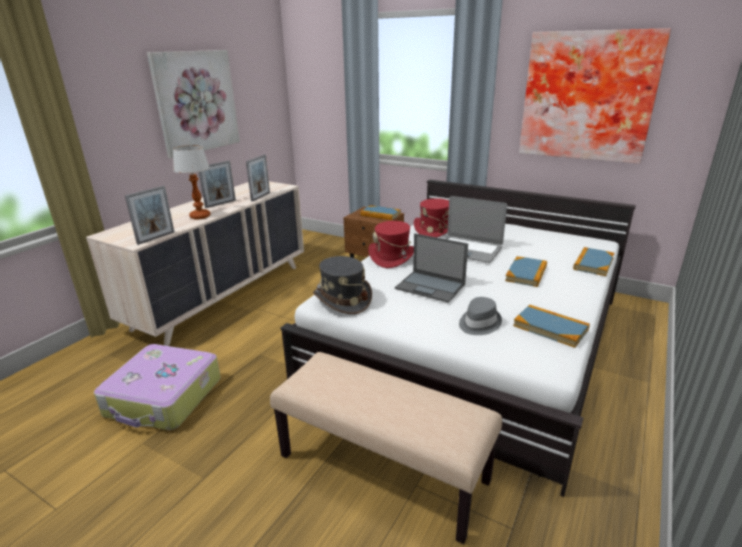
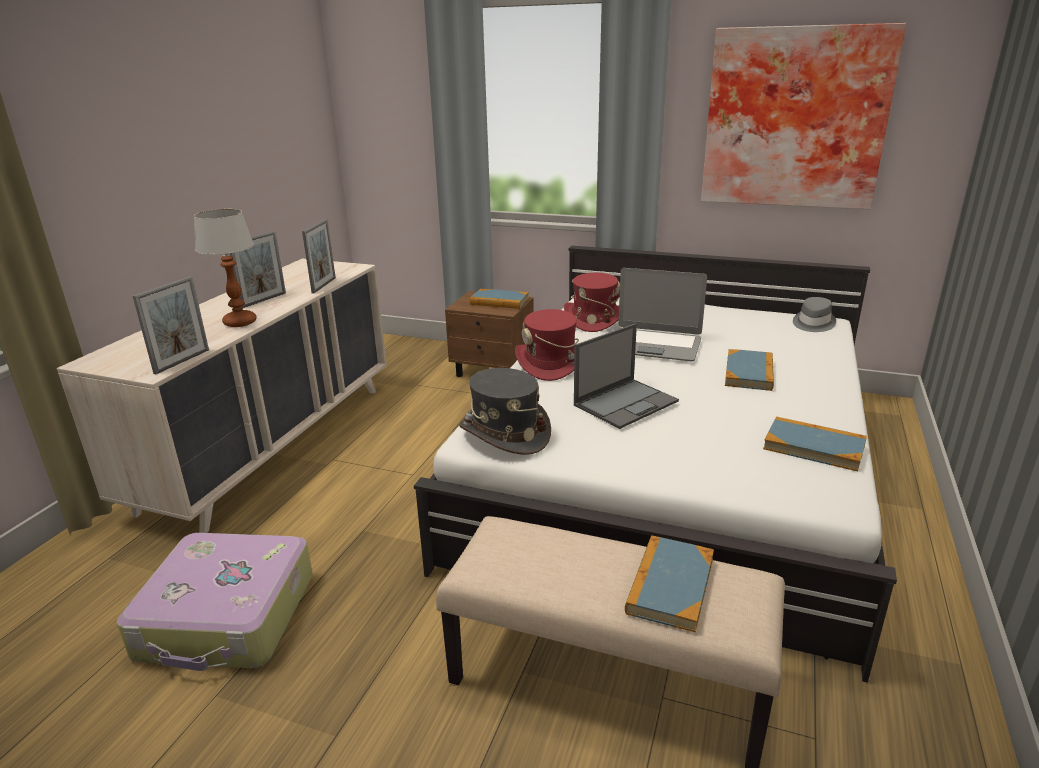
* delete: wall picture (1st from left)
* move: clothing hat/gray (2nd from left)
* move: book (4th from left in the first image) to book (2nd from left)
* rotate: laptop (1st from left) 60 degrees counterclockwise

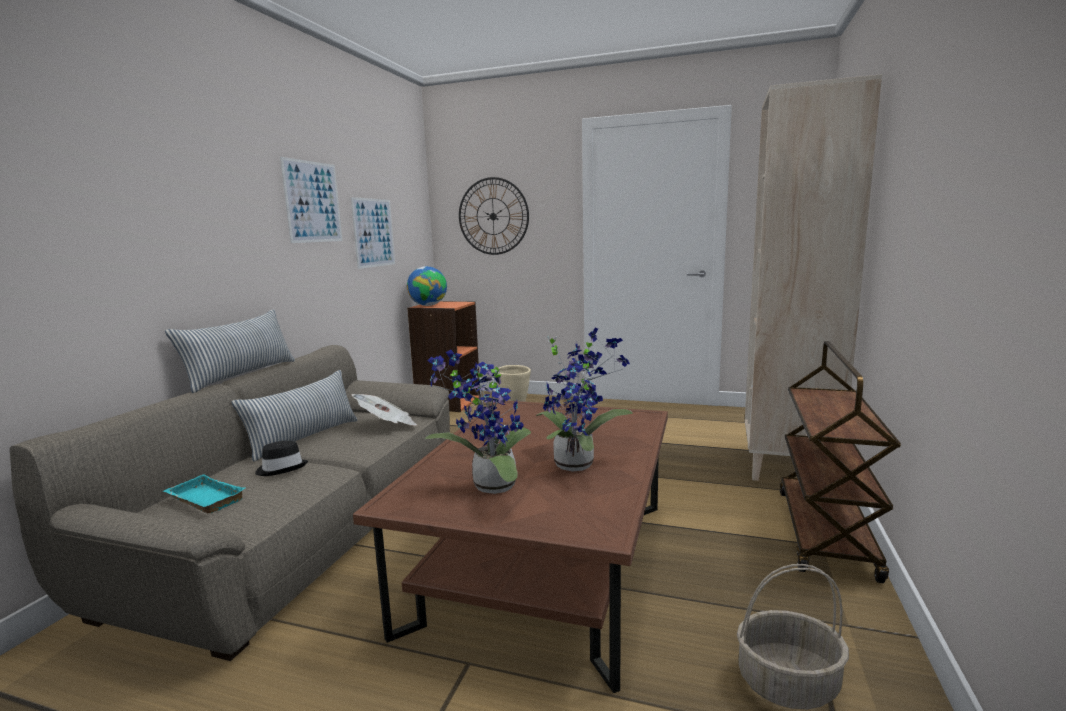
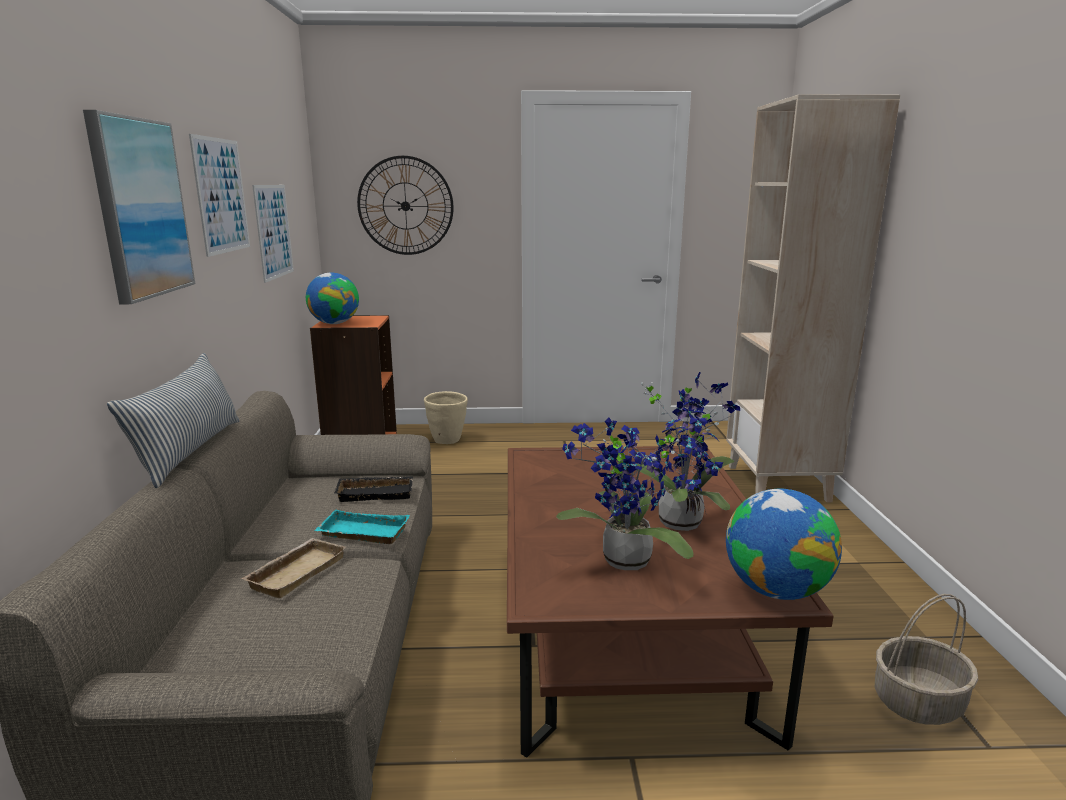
* delete: pillow (2nd from left)
* delete: wheeled cart/brown-coloured
* insert: wall picture (1st from left)
* insert: desk globe (2nd from left)
* move: carrying tray/turquoise-coloured
* replace: clothing hat/black-coloured to carrying tray/beige
* replace: newspaper to carrying tray/black-coloured

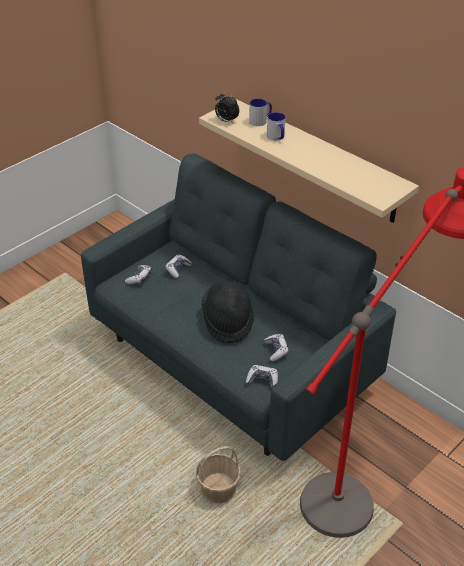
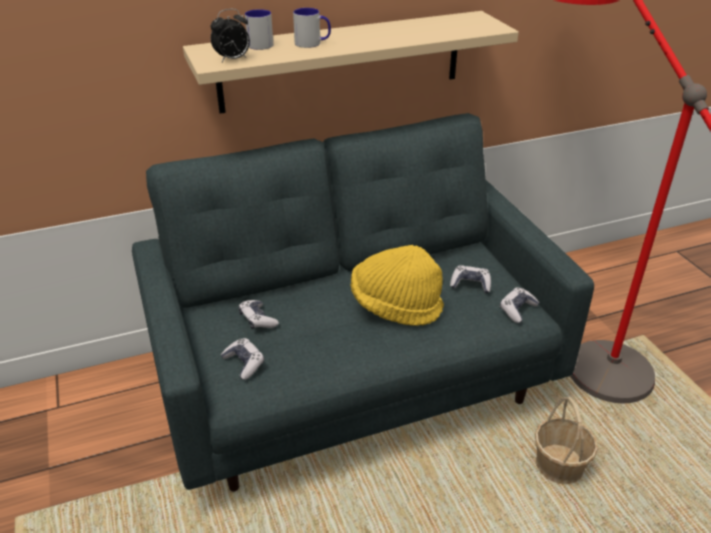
* recolor: clothing hat/black-coloured to clothing hat/yellow-coloured

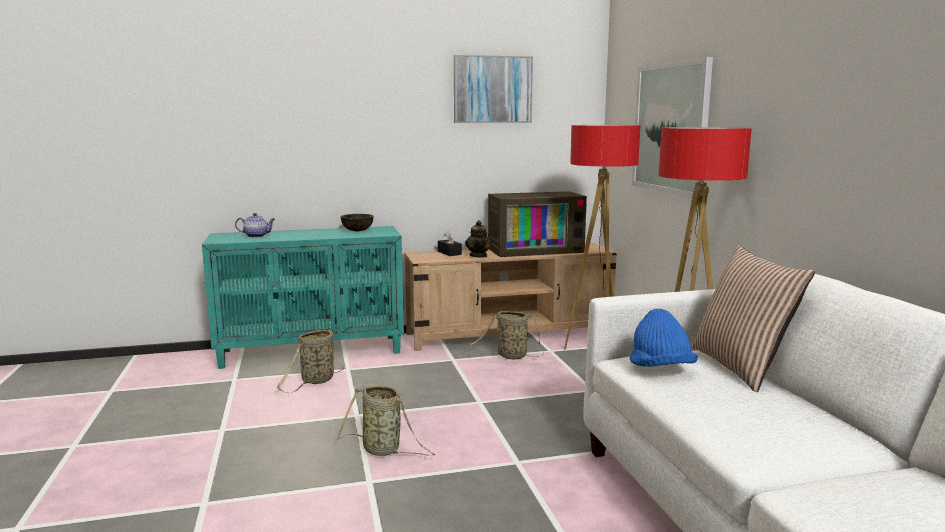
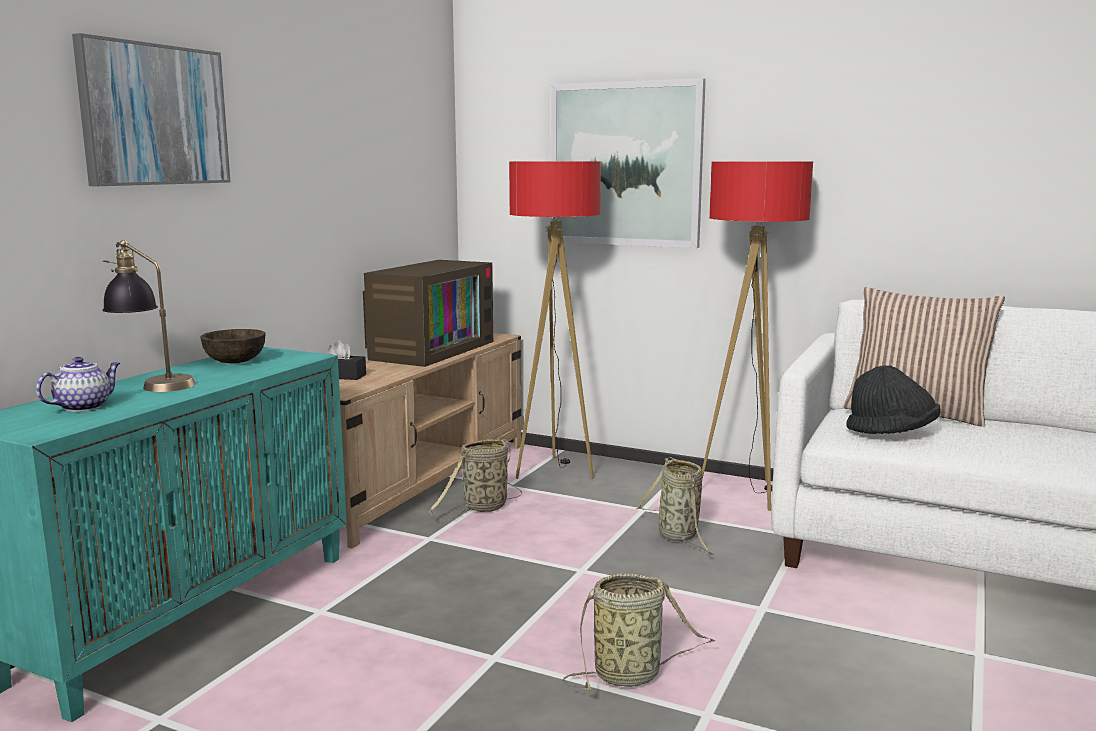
* delete: pot for tea (2nd from left)
* insert: lamp for a table
* move: household basket (1st from left in the first image) to household basket (3rd from left)
* move: wall picture (1st from left)
* recolor: clothing hat/bluish to clothing hat/black-coloured

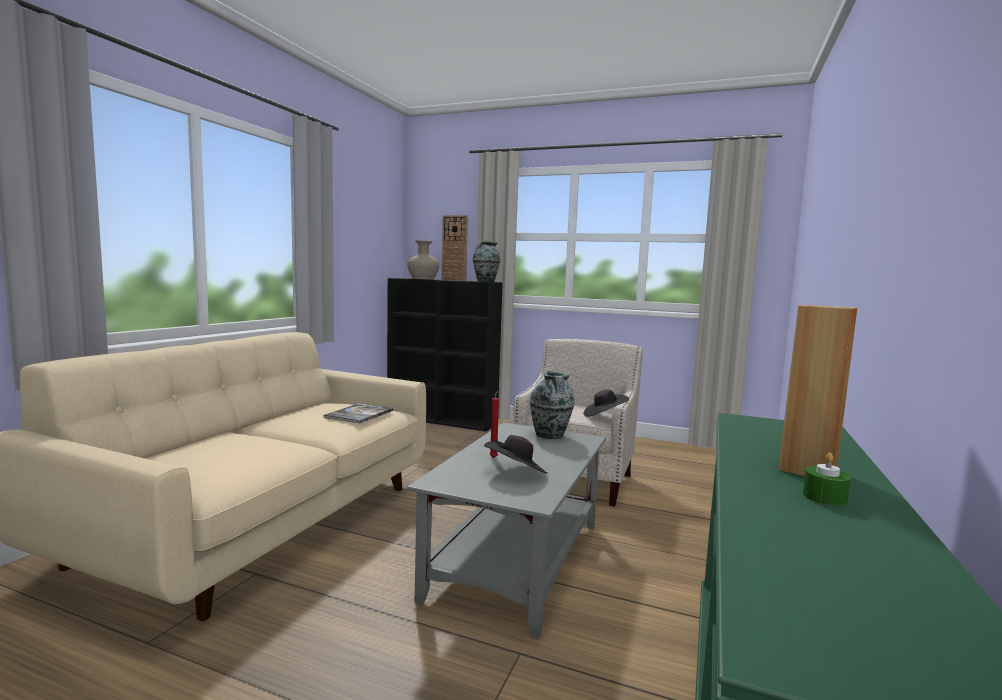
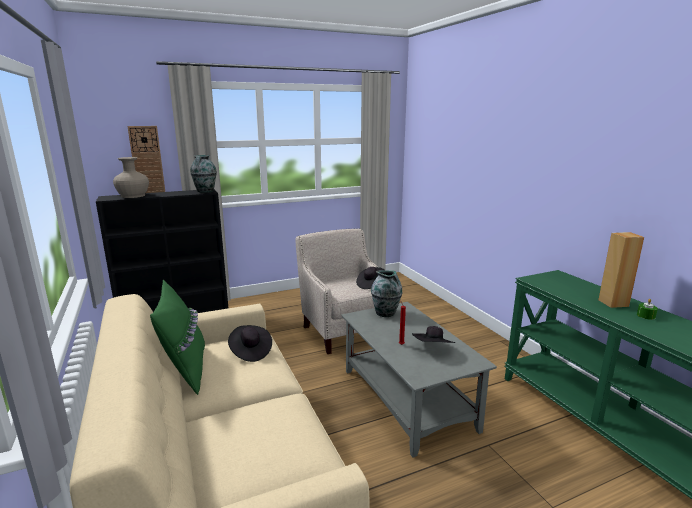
* insert: pillow/green-coloured
* replace: book to clothing hat/black-coloured (1st from left)

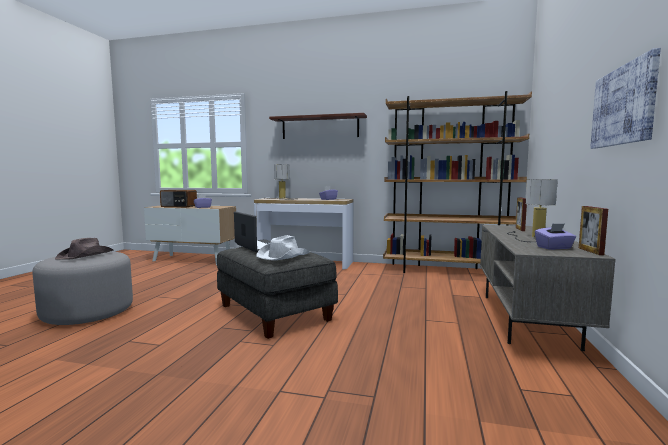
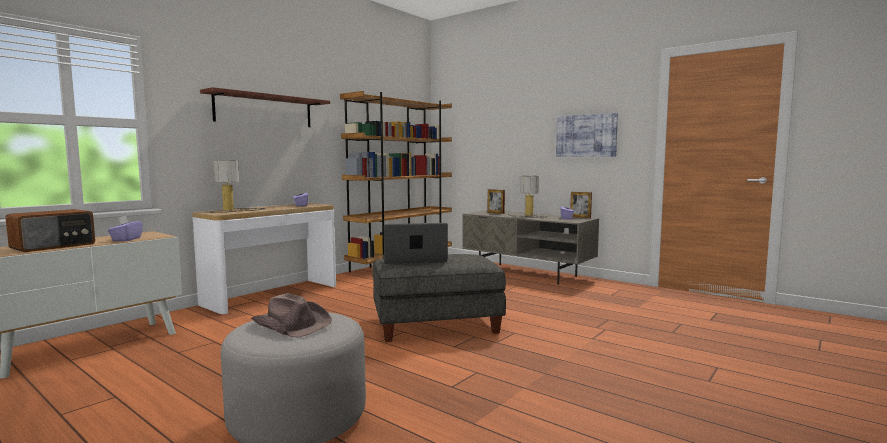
* delete: clothing hat/white

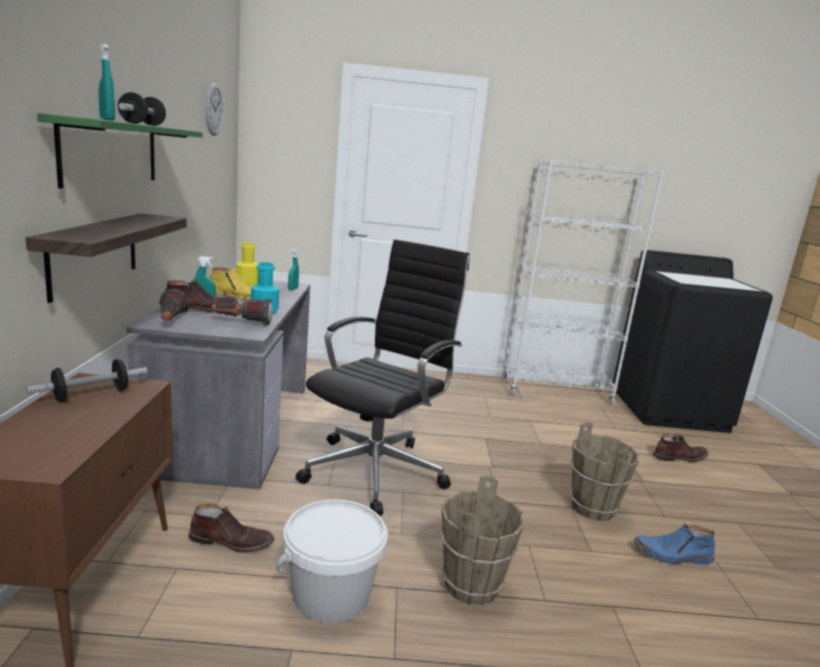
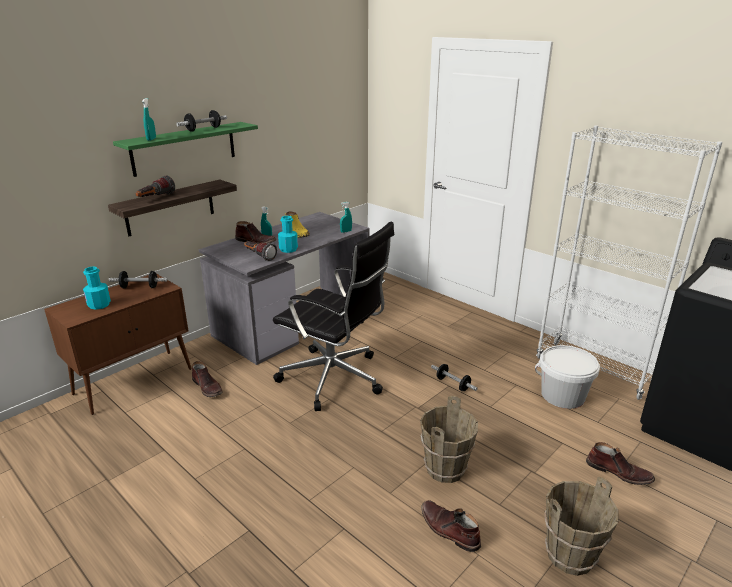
* delete: clock on the wall
* delete: bottle/yellow-coloured
* insert: bottle/turquoise-coloured (1st from left)
* insert: free weight (3rd from left)
* move: flashlight (1st from left)
* move: pail/white
* move: pail/brown-coloured (1st from left in the first image) to pail/brown-coloured (2nd from left)
* recolor: boot/bluish to boot/brown-coloured (3rd from left)
* rotate: office chair/black-coloured 45 degrees clockwise

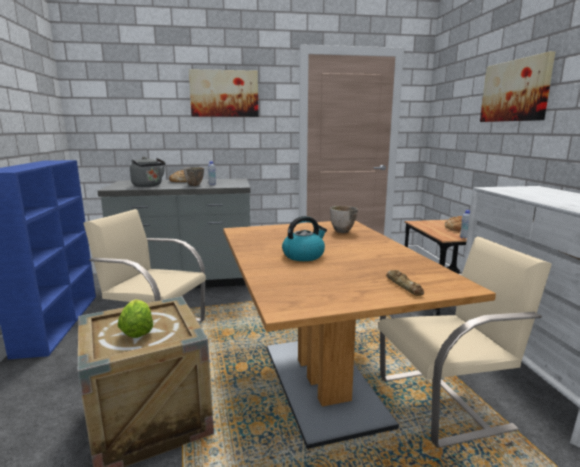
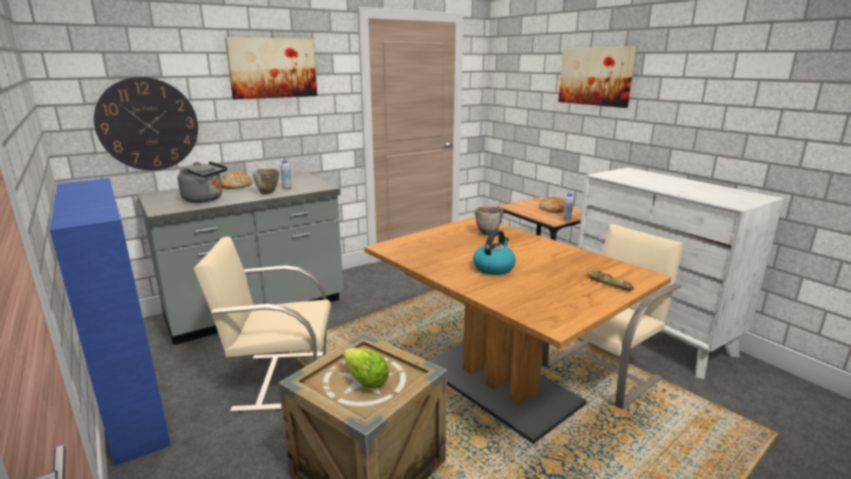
* insert: clock on the wall

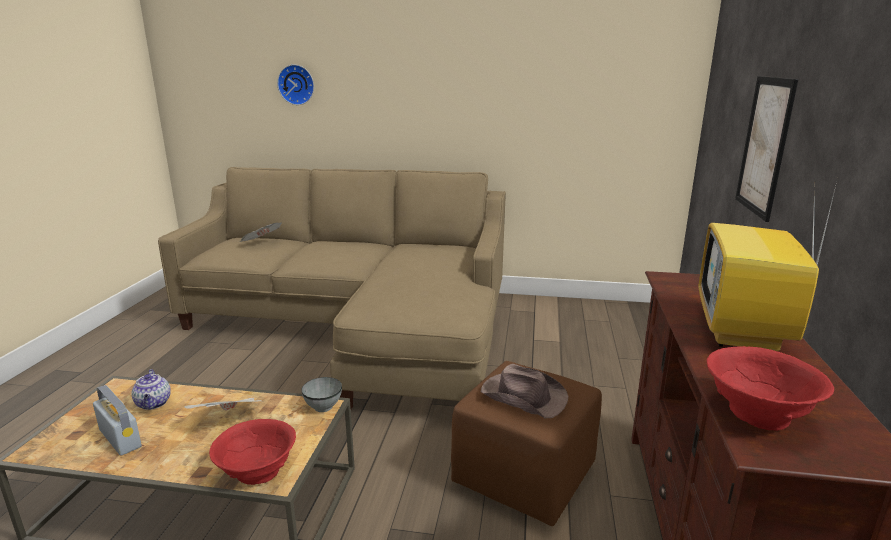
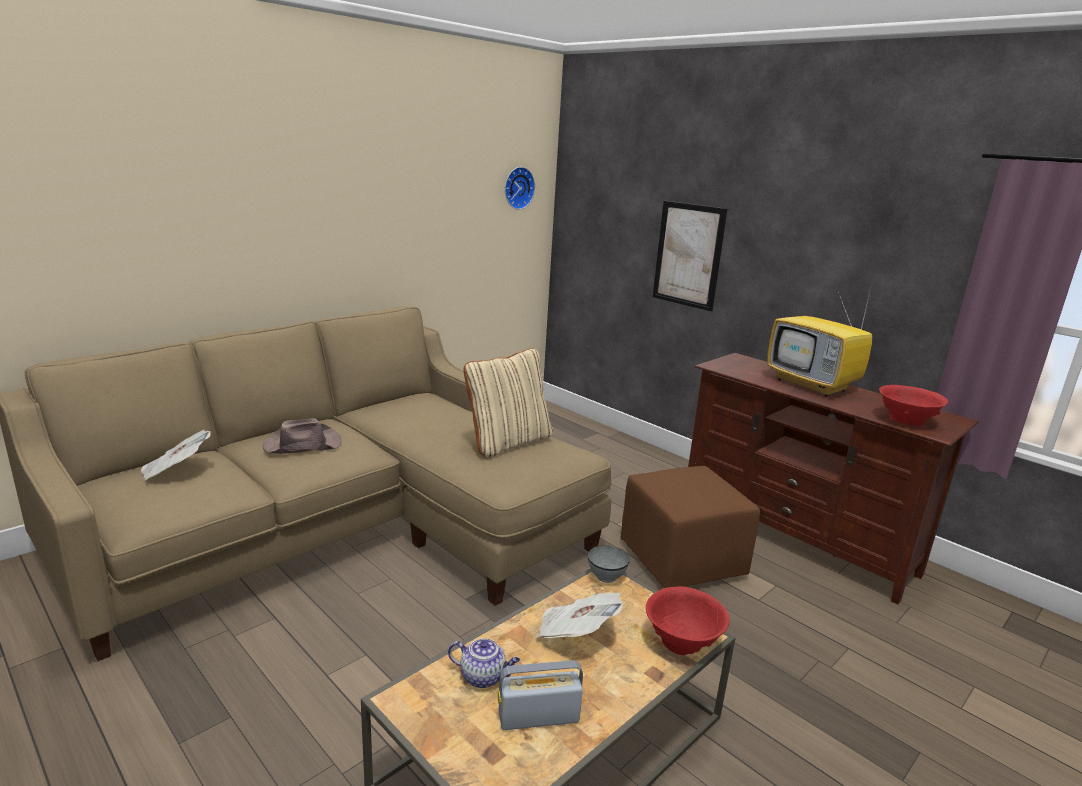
* insert: pillow/beige
* move: clock on the wall
* move: clothing hat/brown-coloured

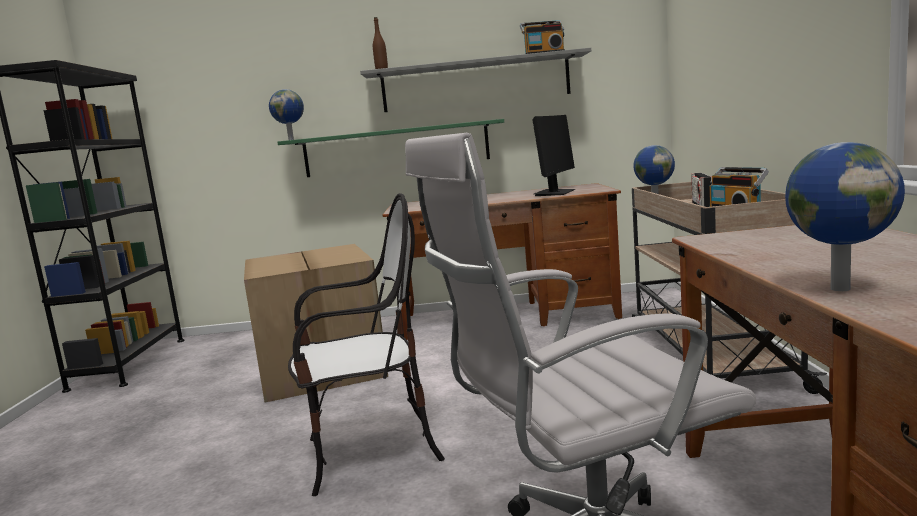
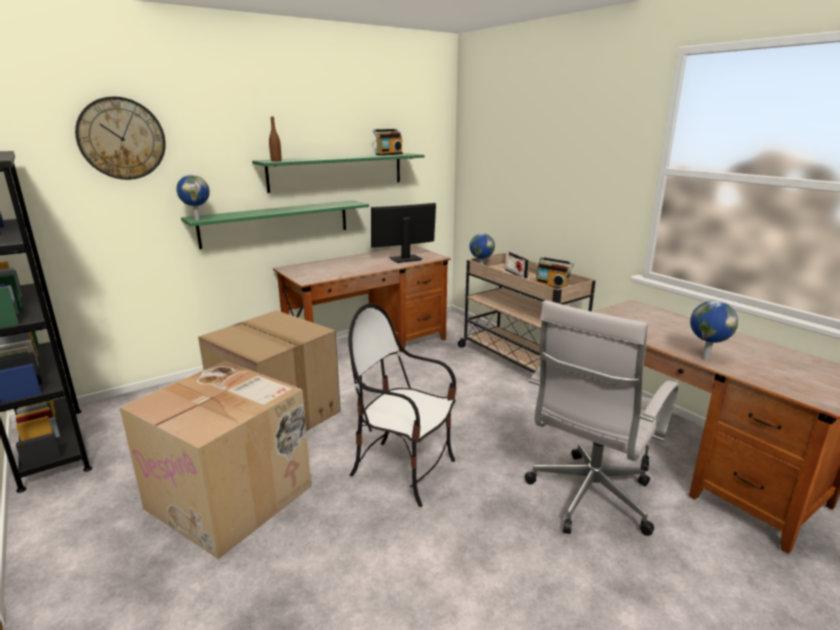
* insert: clock on the wall
* insert: packing box (1st from left)
* recolor: wall shelf/gray to wall shelf/green-coloured (2nd from left)
* rotate: plain chair 105 degrees counterclockwise
* rotate: computer screen 105 degrees counterclockwise

